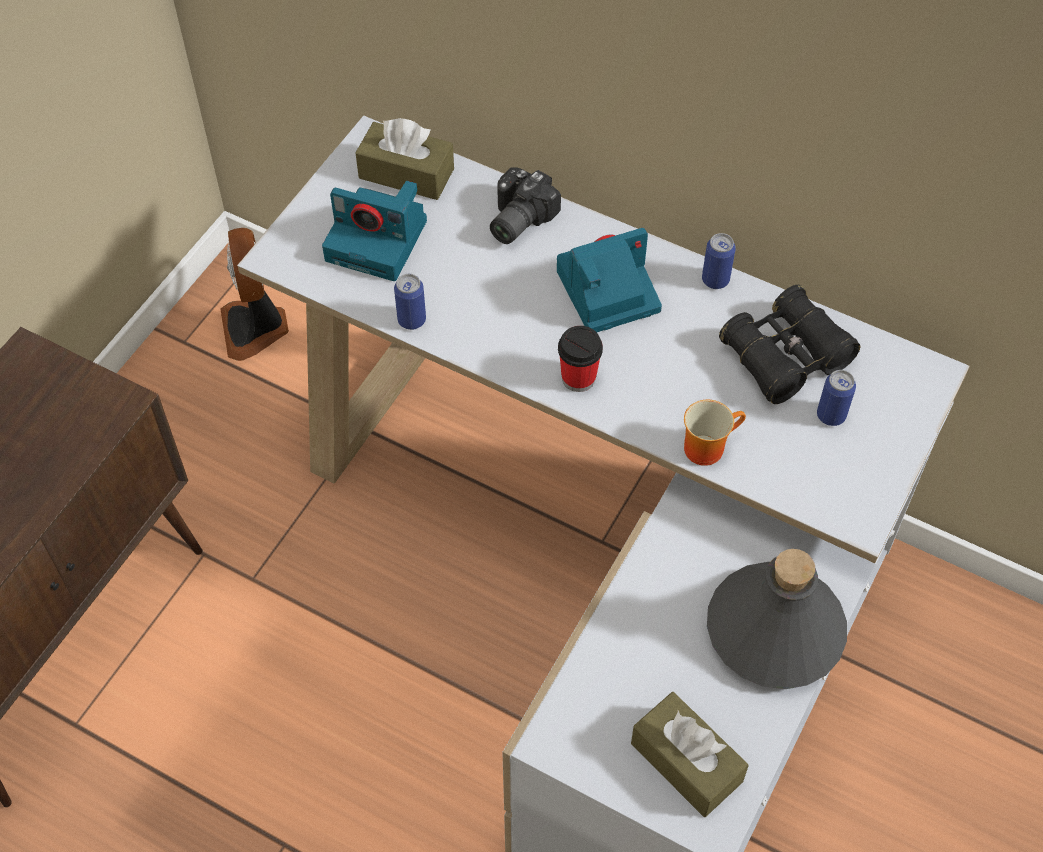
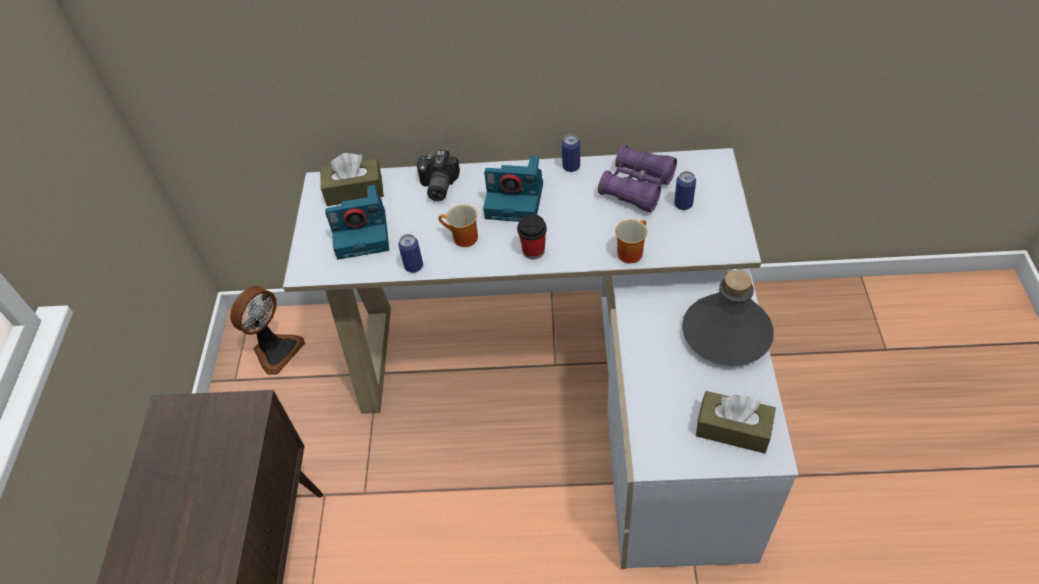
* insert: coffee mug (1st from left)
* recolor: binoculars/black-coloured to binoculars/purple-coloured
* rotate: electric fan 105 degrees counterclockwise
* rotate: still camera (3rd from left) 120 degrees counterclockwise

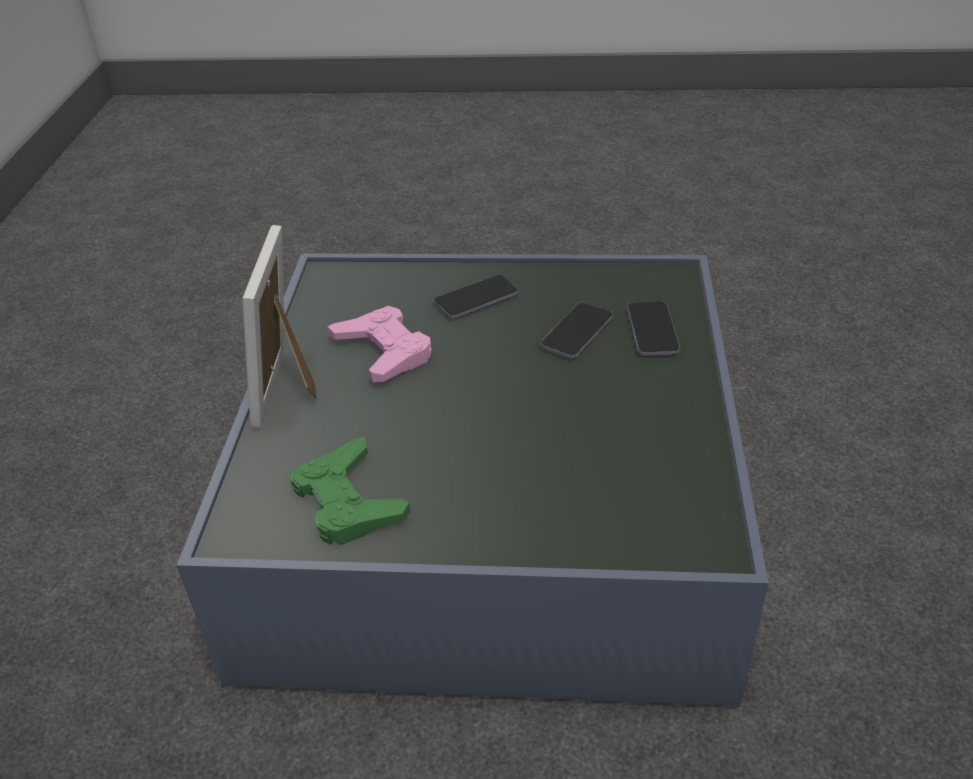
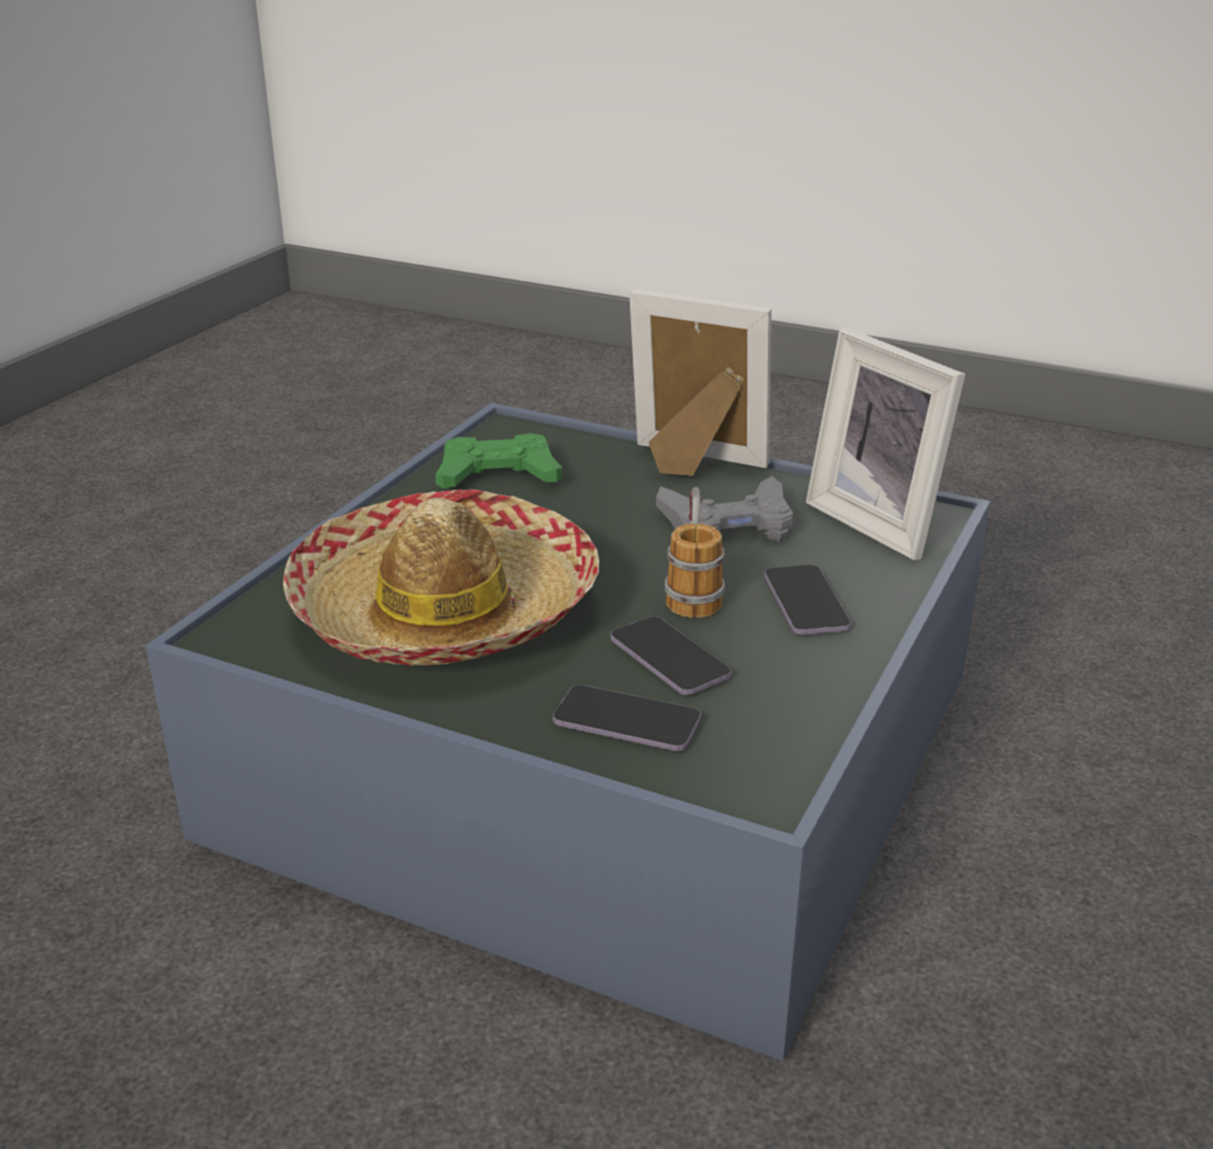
* insert: clothing hat
* insert: coffee mug
* insert: picture frame (2nd from left)
* recolor: joypad/pink to joypad/gray

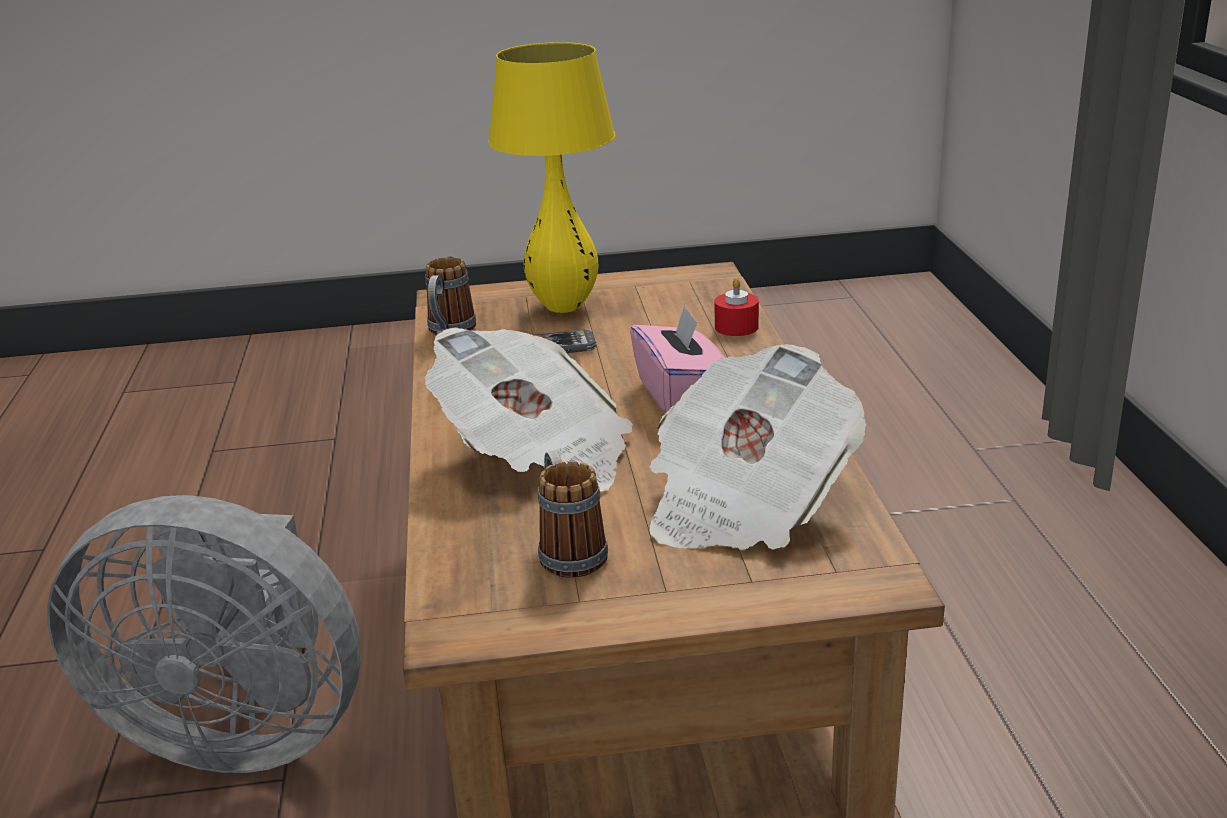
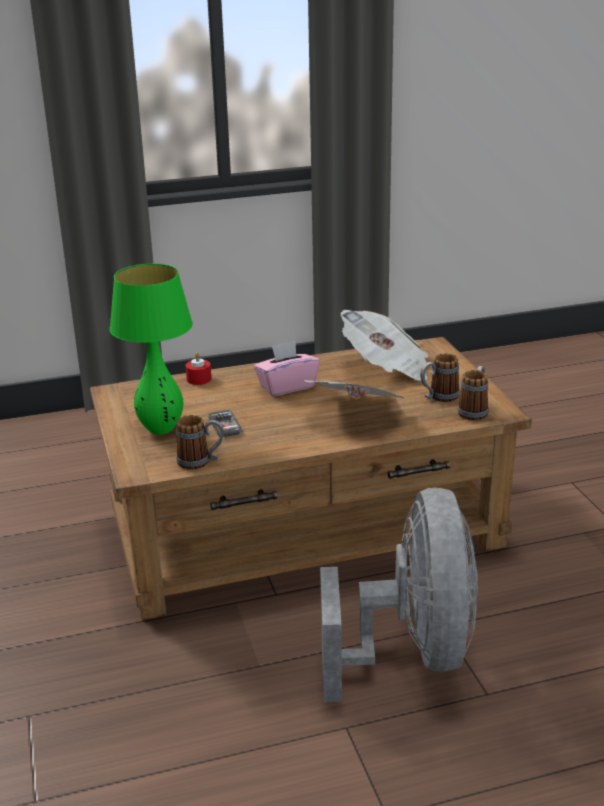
* insert: coffee mug (3rd from left)
* recolor: lamp for a table/yellow-coloured to lamp for a table/green-coloured

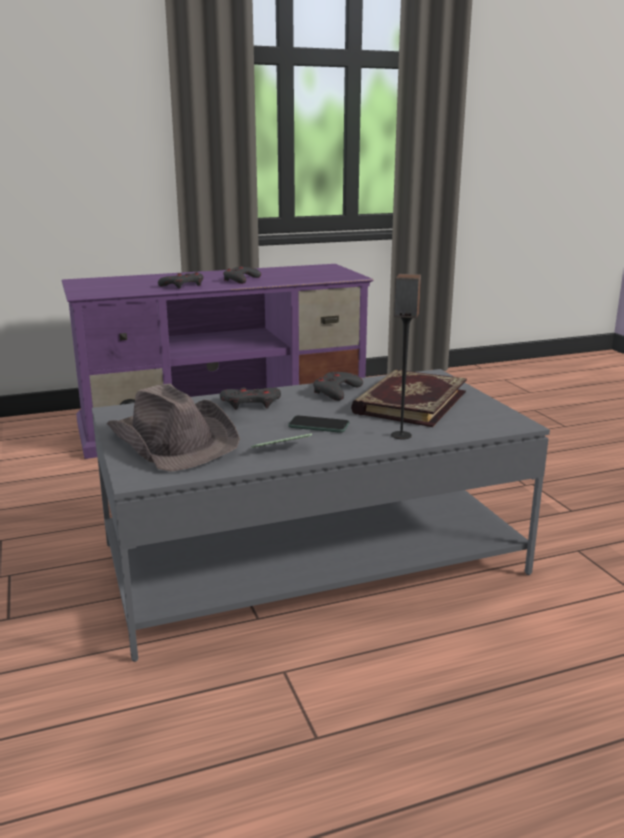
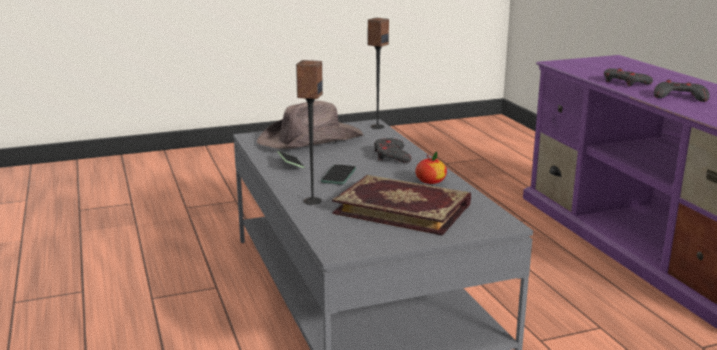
* insert: audio speaker (2nd from left)
* replace: joypad/gray (4th from left) to apple fruit

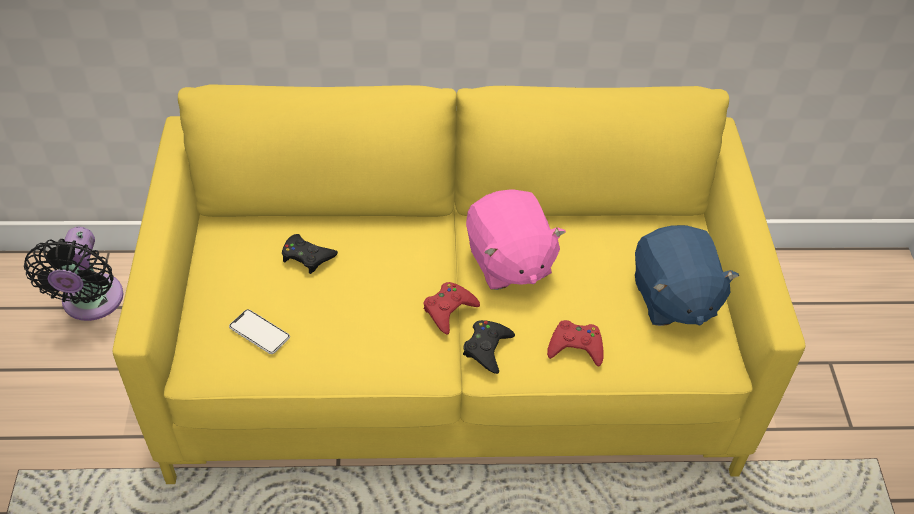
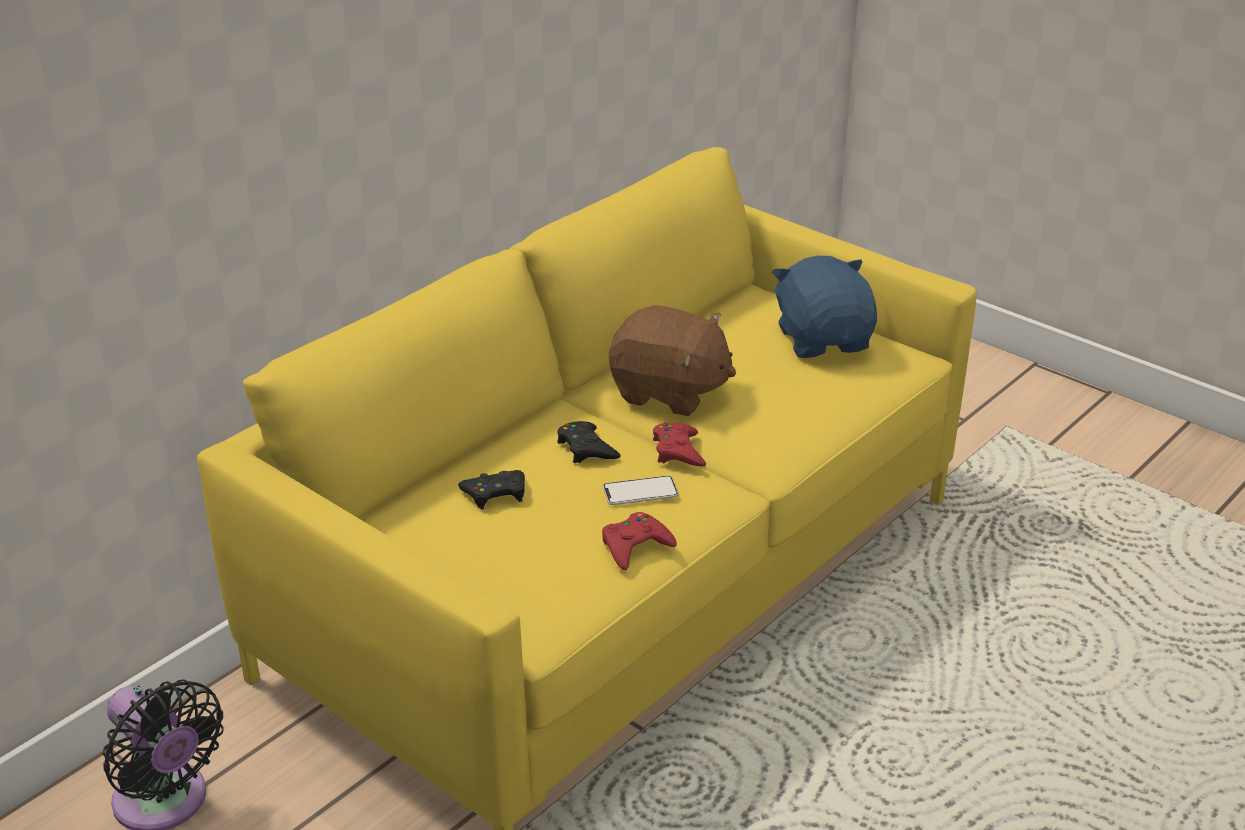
* move: telephone
* move: joypad/black-coloured (2nd from left)
* move: joypad/red-coloured (2nd from left in the first image) to joypad/red-coloured (1st from left)
* recolor: cuddly toy/pink to cuddly toy/brown-coloured
* rotate: cuddly toy/bluish 135 degrees counterclockwise

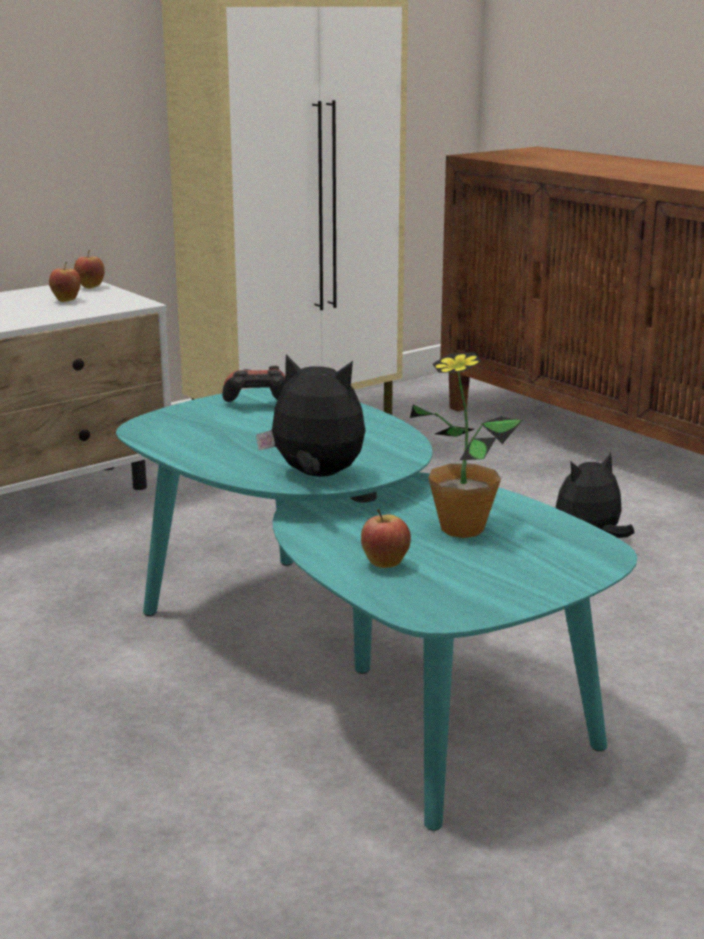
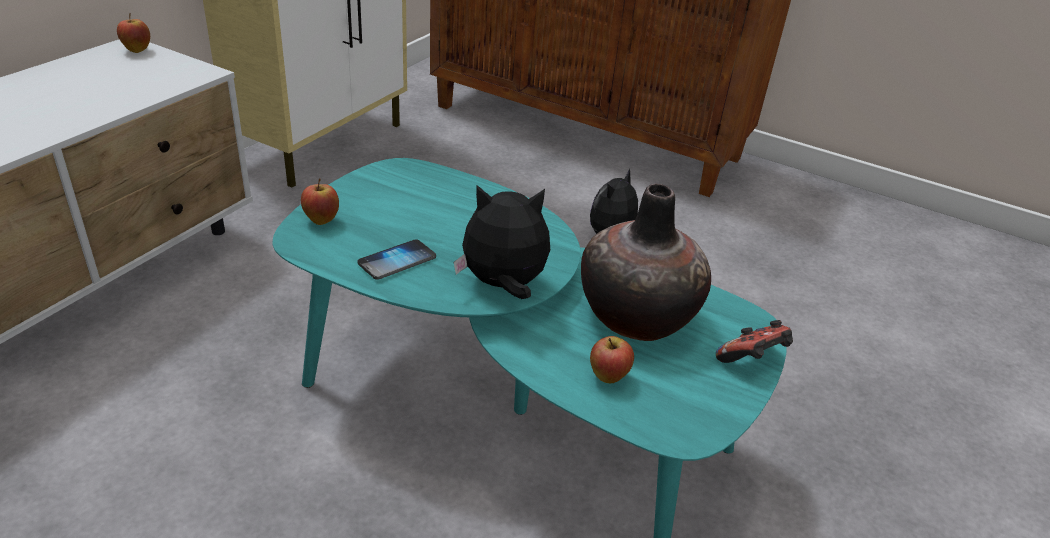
* insert: telephone
* move: apple fruit (1st from left in the first image) to apple fruit (2nd from left)
* move: joypad
* replace: potted plant to flower vase

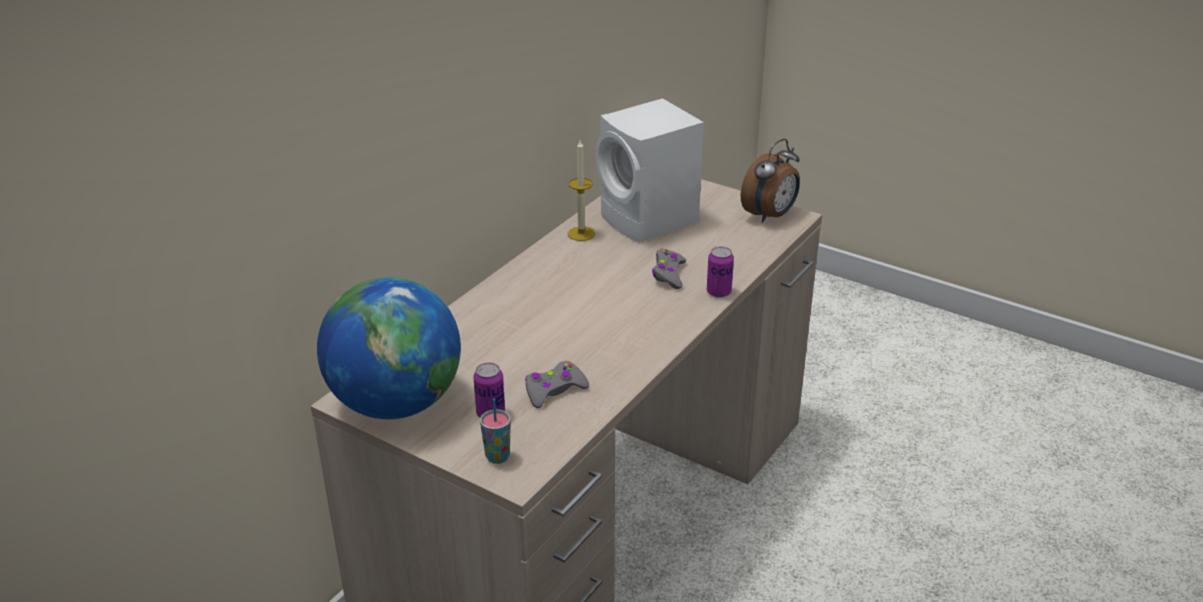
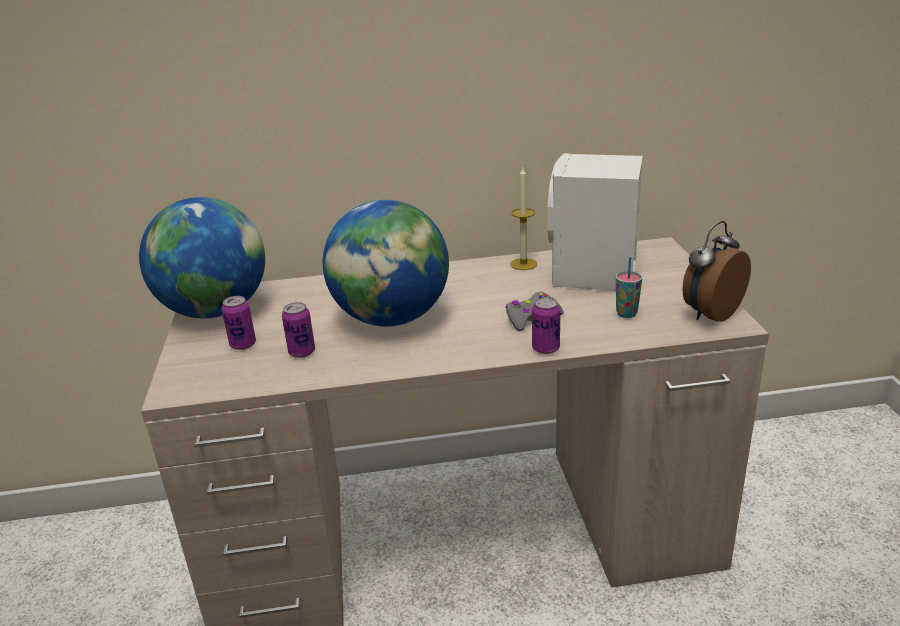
* insert: desk globe (2nd from left)
* move: drinking cup
* replace: joypad/gray (1st from left) to sealed can (2nd from left)
* rotate: bedside clock 135 degrees clockwise

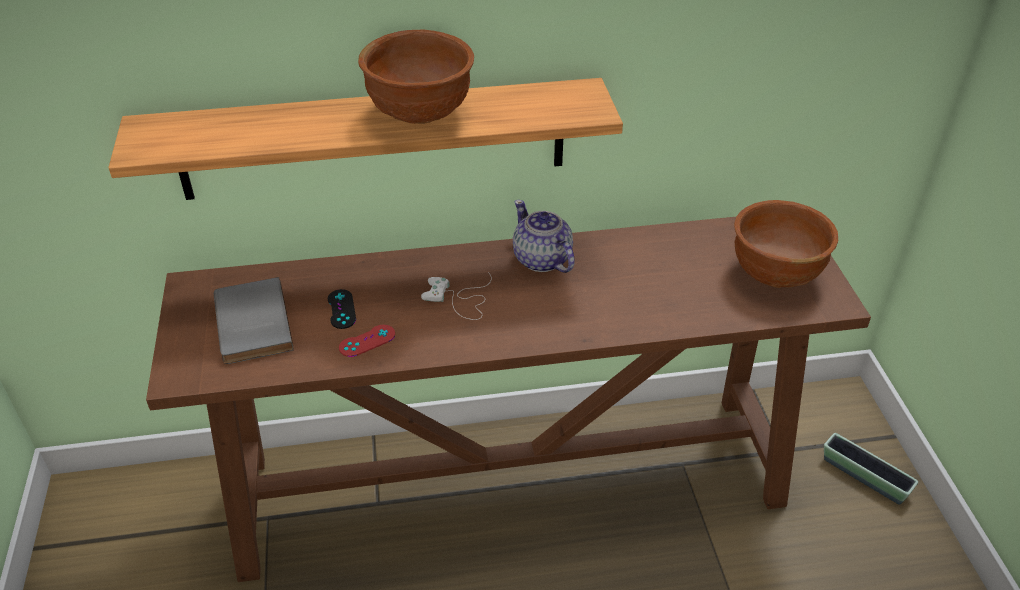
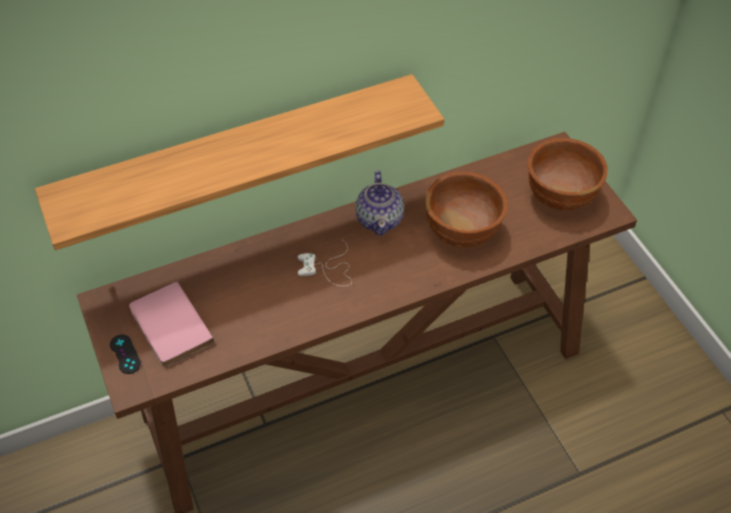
* delete: joypad/red-coloured
* delete: plant pot
* move: joypad/black-coloured
* move: serving bowl/brown-coloured (1st from left)
* recolor: book/gray to book/pink
* rotate: pot for tea 135 degrees counterclockwise

